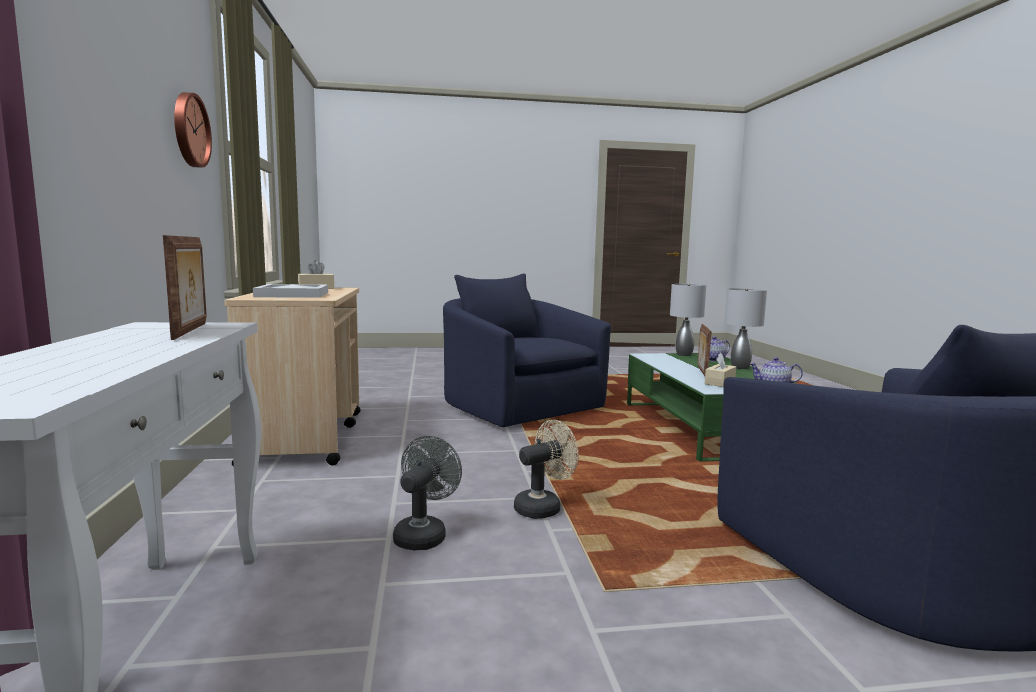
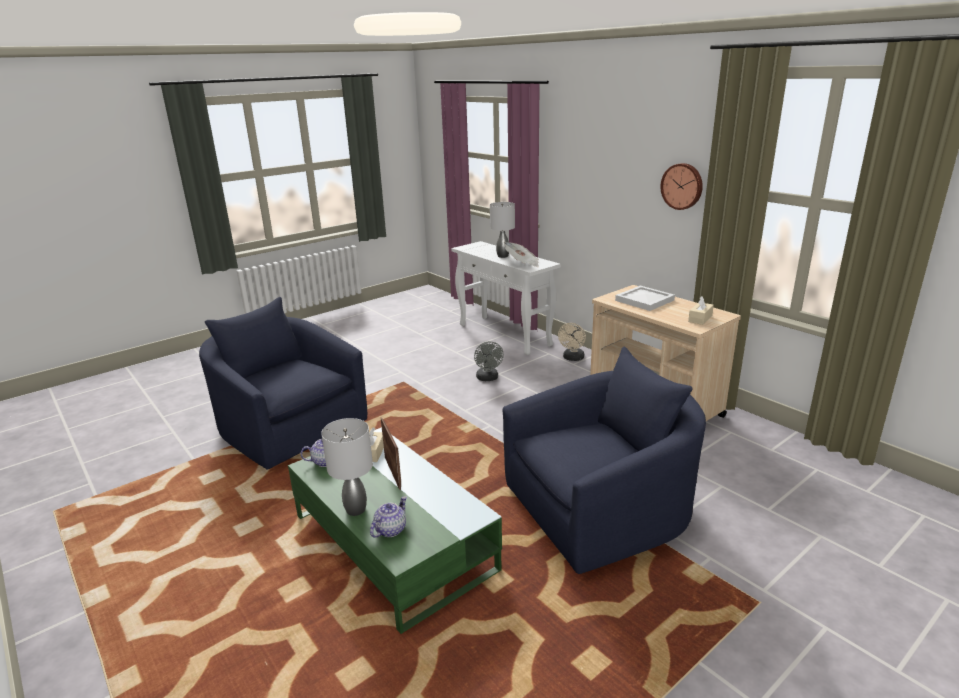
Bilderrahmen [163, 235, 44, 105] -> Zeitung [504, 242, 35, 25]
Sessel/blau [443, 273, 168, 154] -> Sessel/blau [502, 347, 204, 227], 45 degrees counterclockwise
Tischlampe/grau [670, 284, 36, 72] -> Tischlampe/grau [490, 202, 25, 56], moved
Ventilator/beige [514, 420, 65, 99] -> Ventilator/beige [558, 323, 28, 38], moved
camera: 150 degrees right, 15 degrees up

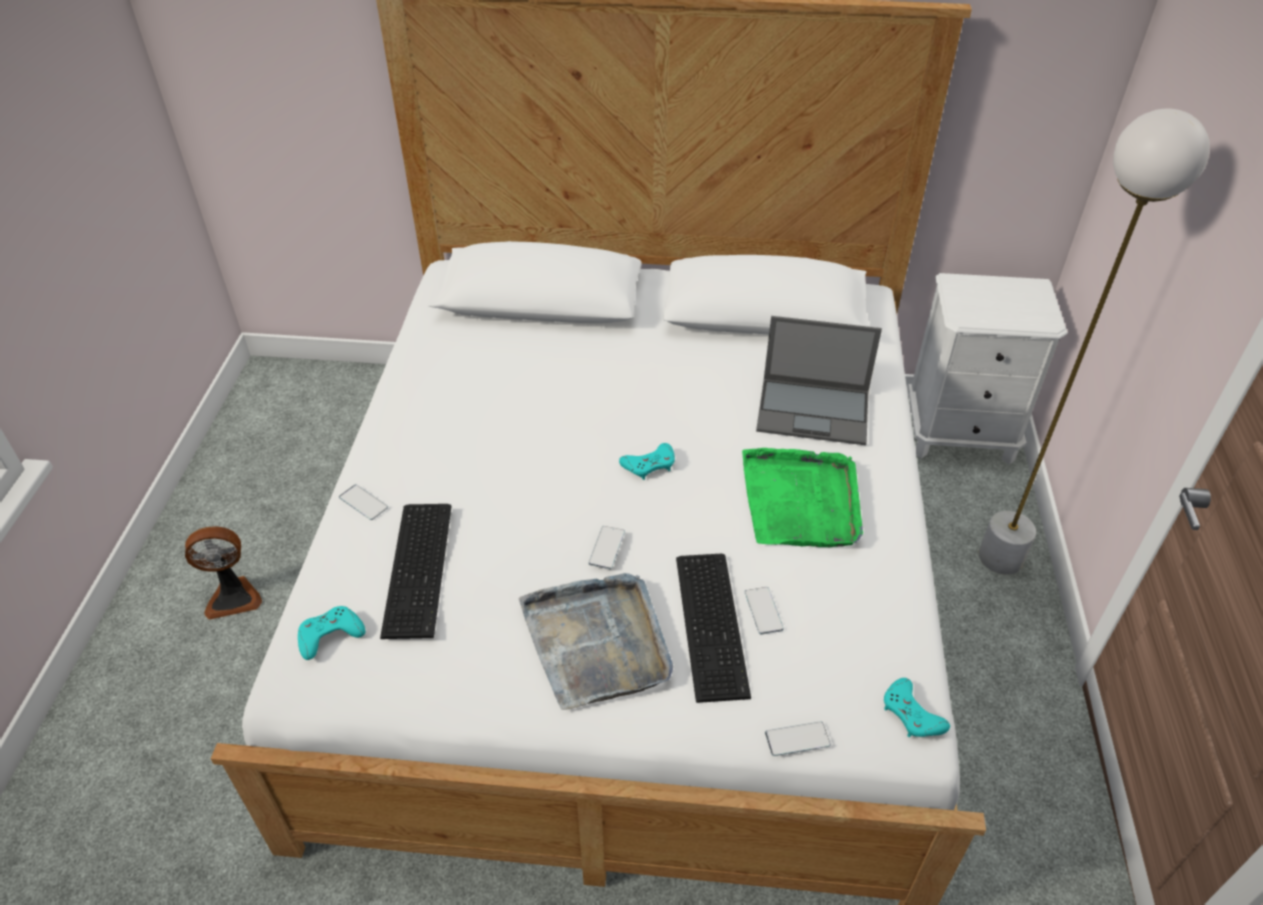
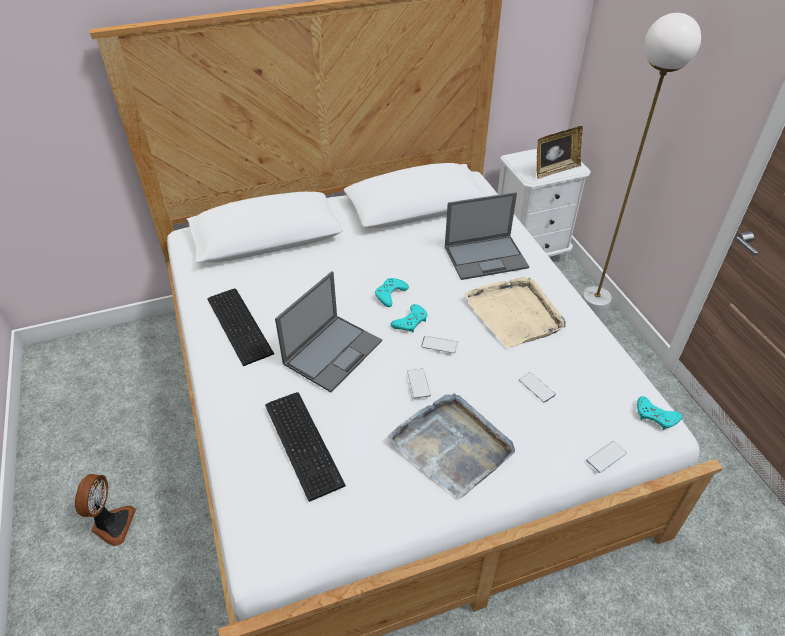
Tablett/grün [742, 448, 121, 99] -> Tablett/beige [464, 277, 102, 71]
Handy [339, 484, 49, 36] -> Handy [421, 336, 37, 17], moved
Ventilator [185, 526, 77, 94] -> Ventilator [75, 474, 61, 72], 45 degrees counterclockwise
Tastatur [676, 554, 75, 149] -> Tastatur [207, 289, 67, 77], moved
Gamepad/türkis [298, 606, 67, 54] -> Gamepad/türkis [375, 278, 34, 29], moved
none -> Bilderrahmen [537, 126, 46, 53]
none -> Laptop [275, 271, 107, 121]
camera: 25 degrees left, 0 degrees up

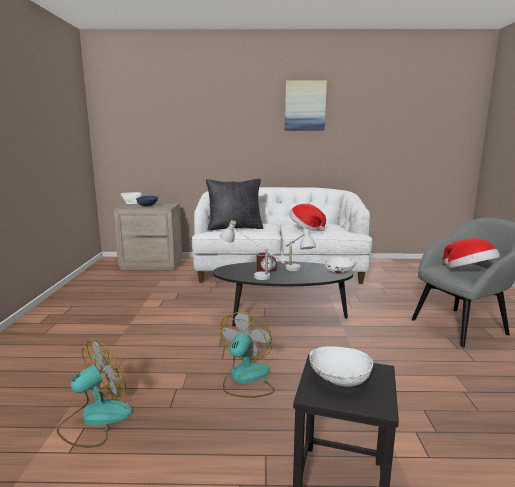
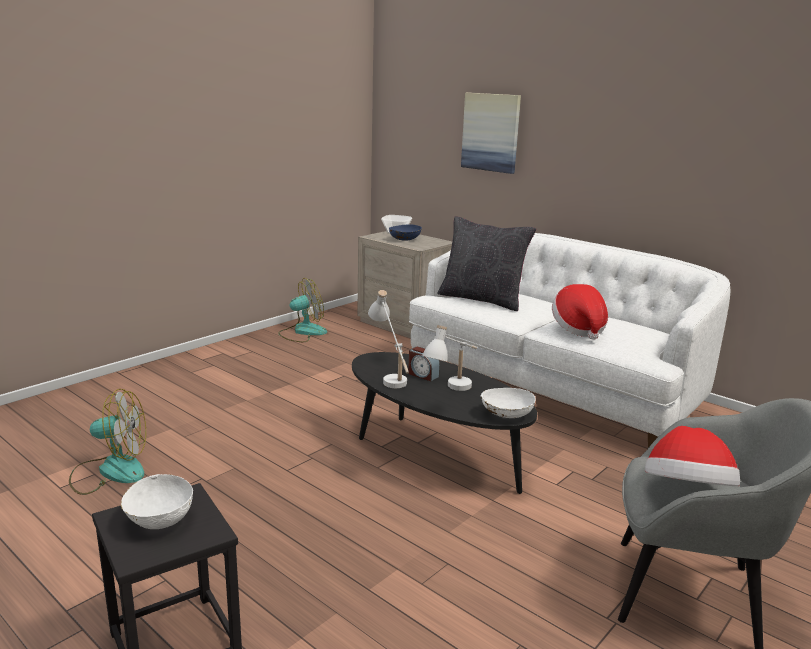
Bild [285, 81, 42, 50] -> Bild [461, 93, 60, 81], moved
Ventilator [220, 312, 55, 86] -> Ventilator [278, 278, 49, 64], moved
camera: 40 degrees right, 5 degrees up

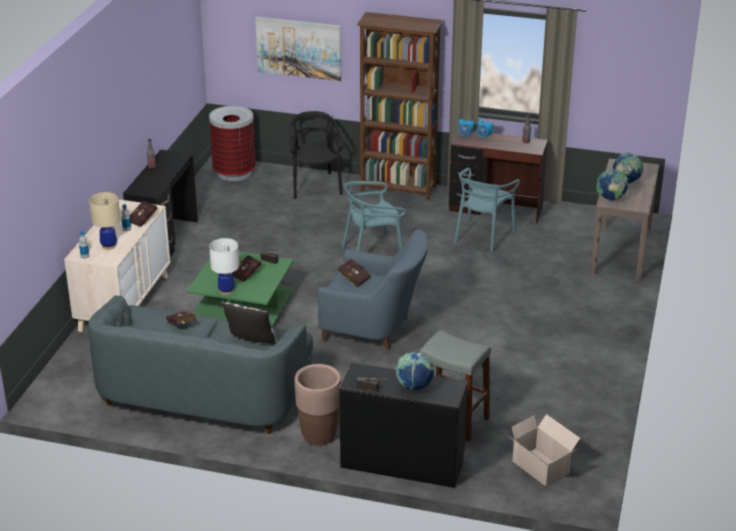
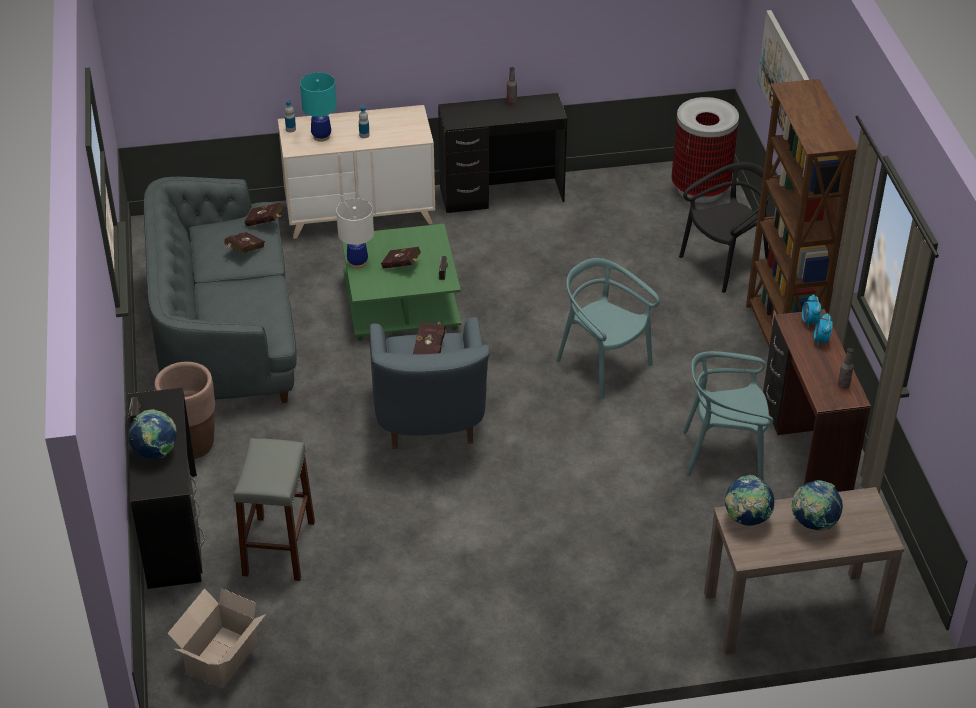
Tischlampe/beige [89, 192, 32, 58] -> Tischlampe/türkis [300, 73, 37, 69]
Buch/rot [130, 201, 28, 26] -> Buch/rot [244, 203, 39, 23], moved
Kissen [221, 302, 57, 42] -> none
camera: 65 degrees right, 10 degrees up

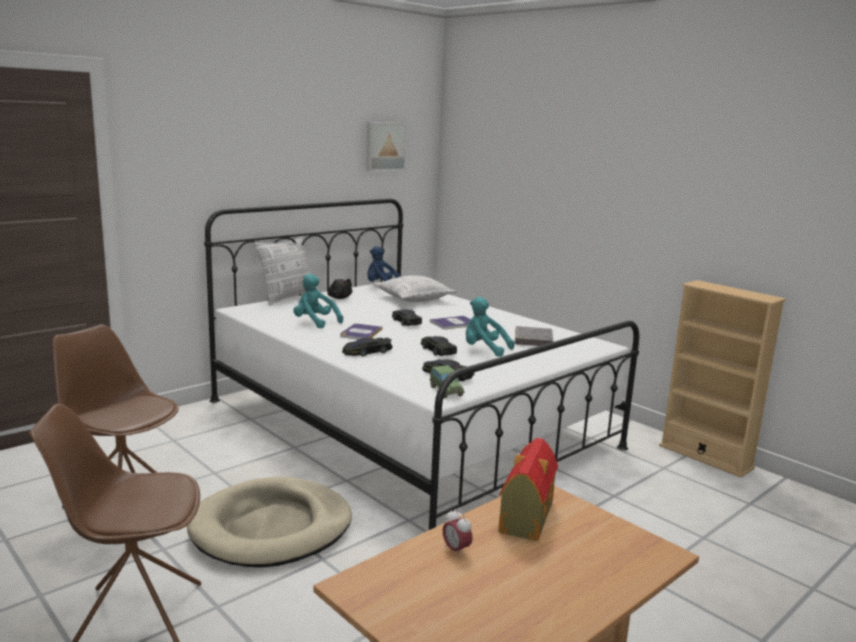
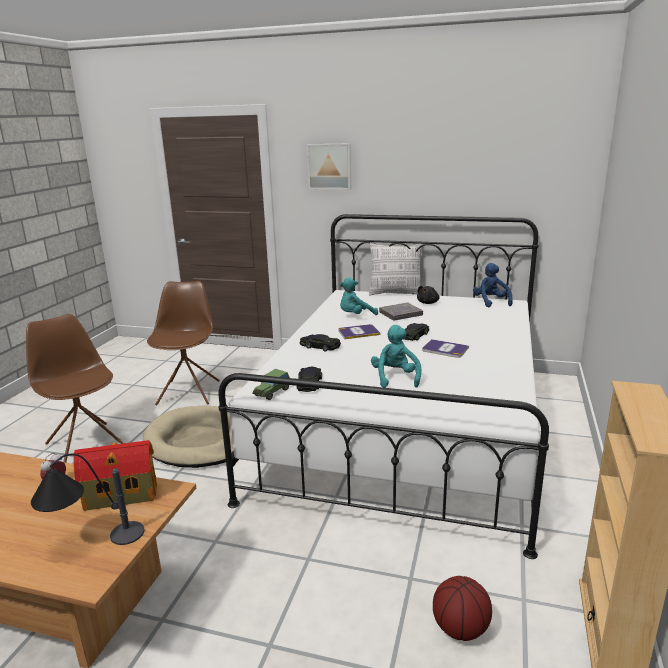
Bild [366, 122, 41, 50] -> Bild [307, 143, 44, 47], moved
Plüschtier/türkis [293, 274, 50, 55] -> Plüschtier/türkis [340, 277, 38, 38], 120 degrees counterclockwise
Kissen [373, 275, 83, 27] -> none
Buch/grau [515, 326, 38, 20] -> Buch/grau [379, 303, 44, 17], moved
Spielzeugauto/schwarz [421, 336, 36, 20] -> none
none -> Tischlampe [31, 454, 114, 91]
none -> Basketball [433, 576, 59, 65]
camera: 60 degrees right, 5 degrees up

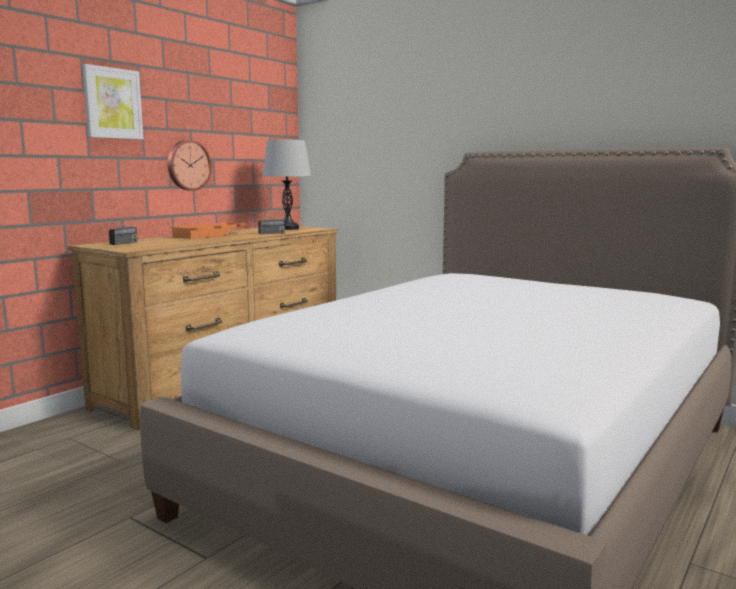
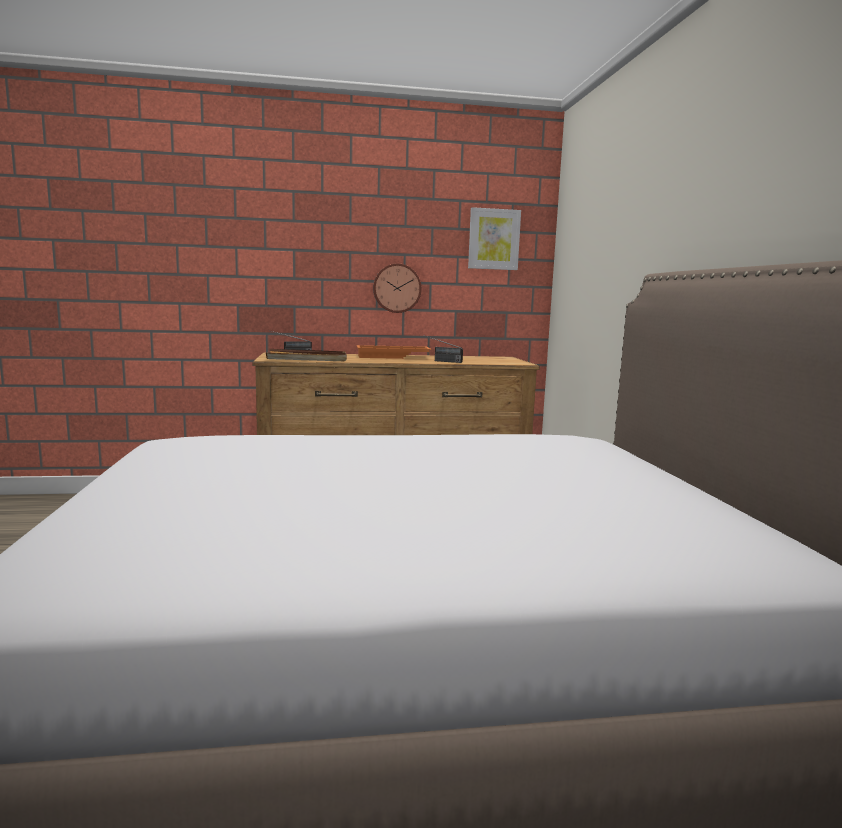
Bild [82, 64, 61, 76] -> Bild [468, 207, 53, 63], moved
Tischlampe/grau [263, 140, 48, 90] -> none
none -> Tablett/braun [266, 349, 81, 12]
camera: 45 degrees right, 0 degrees up

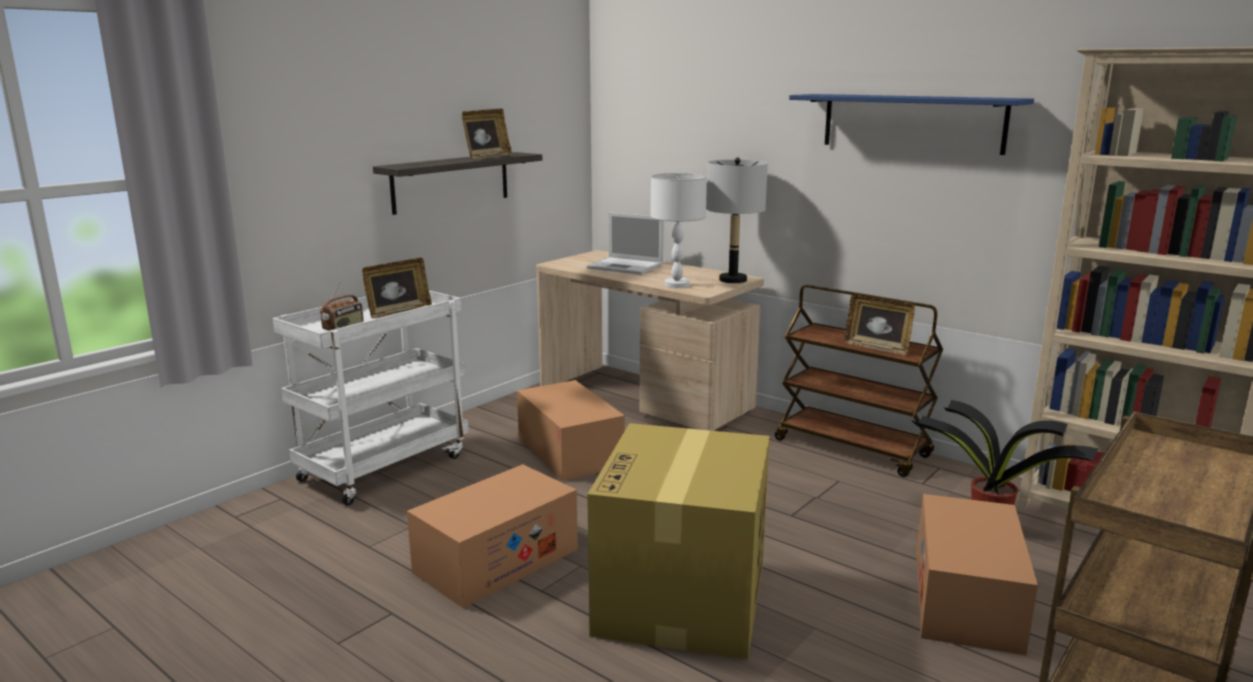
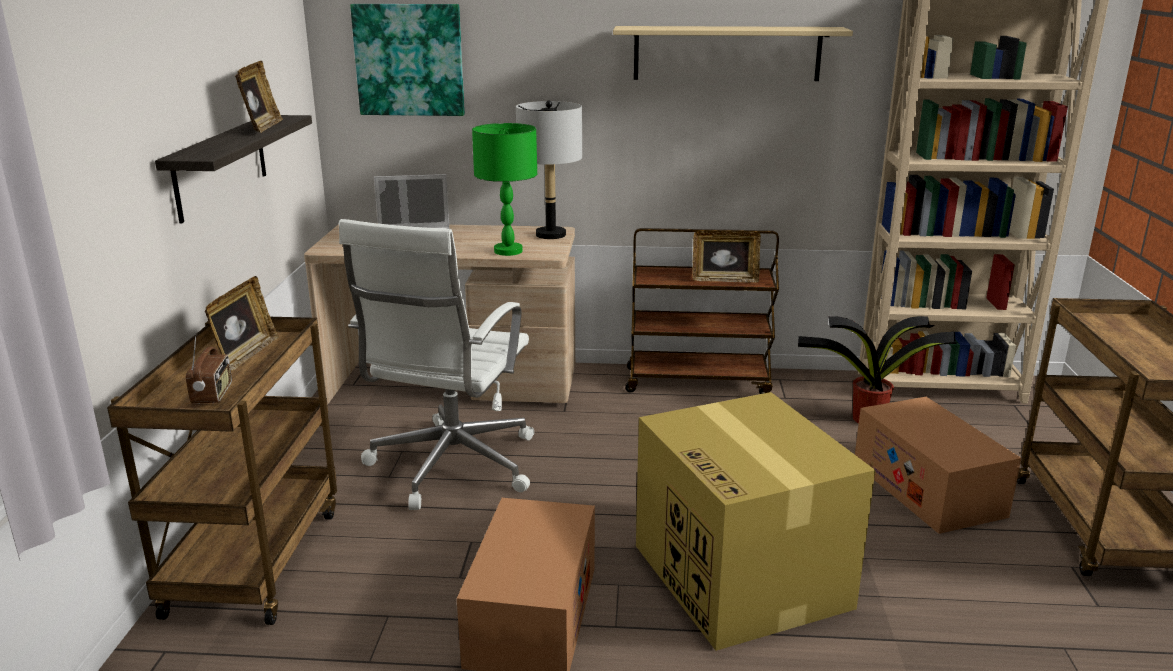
Wandregal/blau [789, 94, 245, 61] -> Wandregal/beige [613, 26, 240, 55]
Tischlampe/weiß [651, 173, 56, 115] -> Tischlampe/grün [472, 123, 65, 133]
Rollwagen/weiß [272, 290, 197, 216] -> Rollwagen/braun [107, 317, 230, 308]
Karton [517, 380, 108, 101] -> Bürostuhl/weiß [339, 219, 195, 291]
none -> Bild [350, 4, 115, 112]
camera: 35 degrees left, 5 degrees up

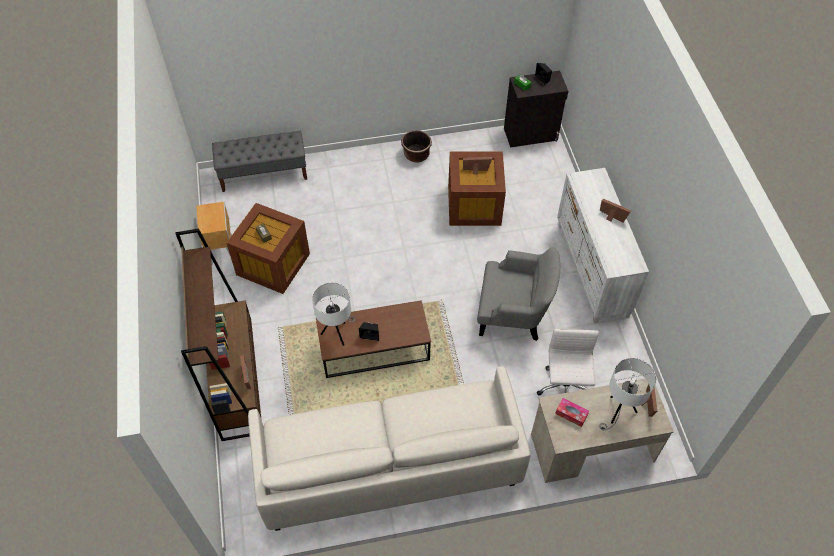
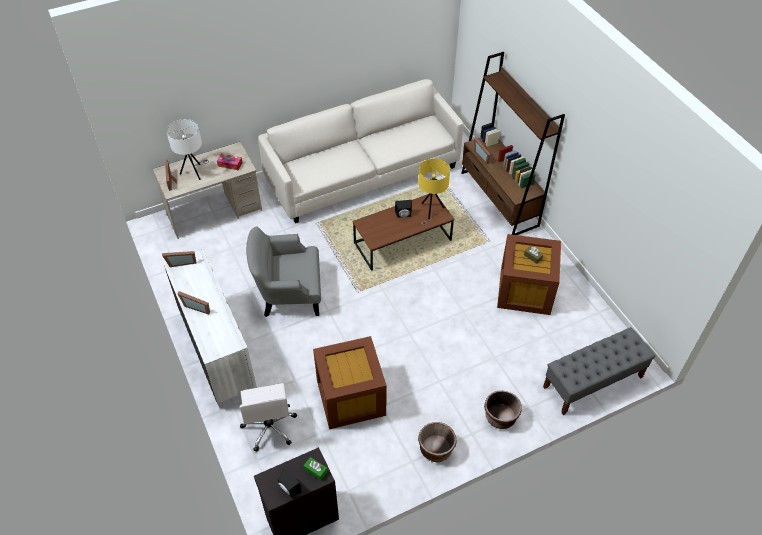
Bilderrahmen [463, 157, 29, 18] -> Bilderrahmen [162, 251, 35, 16], moved
Nachttisch/braun [196, 202, 36, 63] -> none
Tischlampe/weiß [312, 282, 43, 64] -> Tischlampe/gelb [418, 158, 32, 67]
Bürostuhl/weiß [537, 329, 62, 67] -> Bürostuhl/weiß [240, 383, 57, 69], moved
none -> Pflanzkübel/braun [484, 391, 38, 38]
camera: 165 degrees right, 5 degrees down

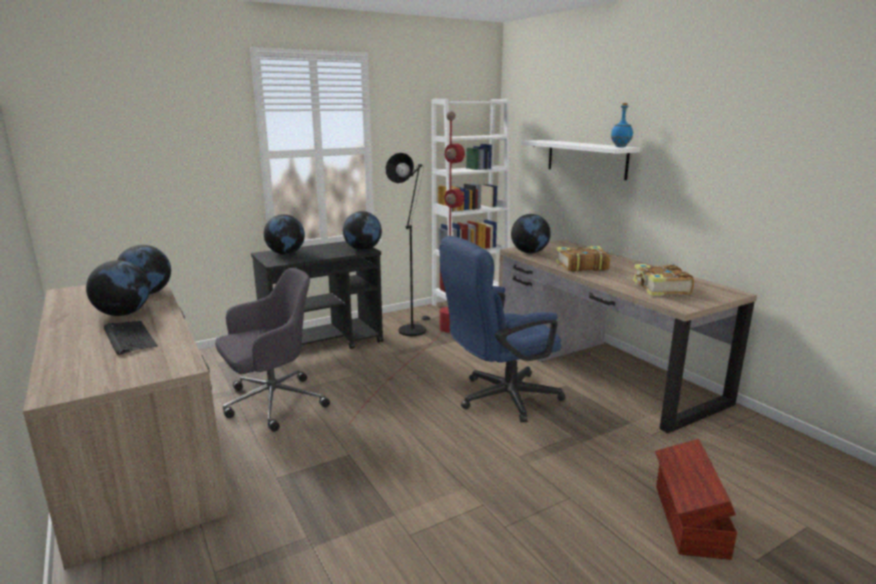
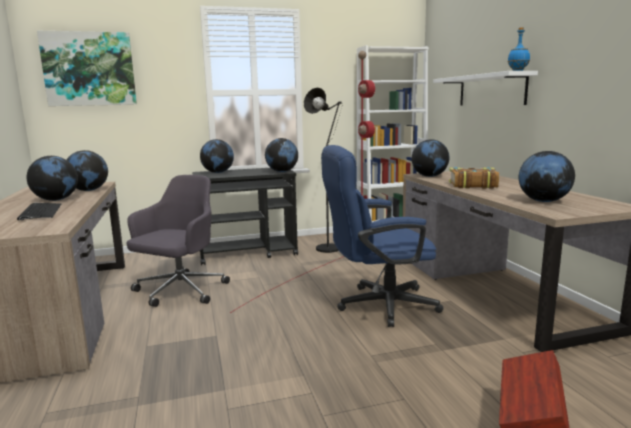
Buch [633, 264, 61, 32] -> Globus [519, 151, 56, 51]
Bürostuhl/grau [215, 268, 115, 164] -> Bürostuhl/grau [127, 175, 103, 132], 45 degrees counterclockwise
none -> Bild [37, 31, 100, 75]
camera: 15 degrees right, 5 degrees down

